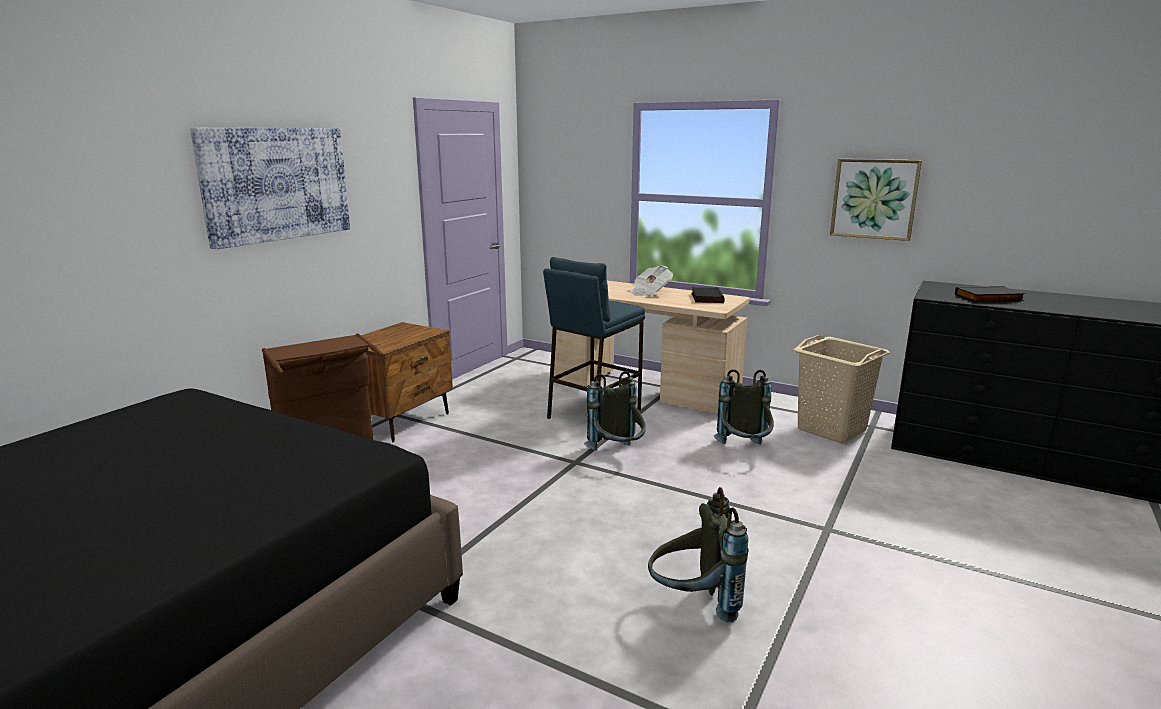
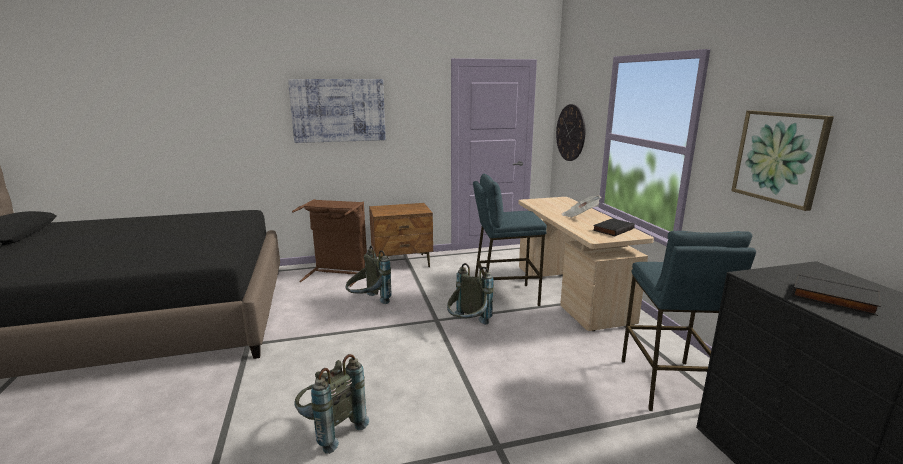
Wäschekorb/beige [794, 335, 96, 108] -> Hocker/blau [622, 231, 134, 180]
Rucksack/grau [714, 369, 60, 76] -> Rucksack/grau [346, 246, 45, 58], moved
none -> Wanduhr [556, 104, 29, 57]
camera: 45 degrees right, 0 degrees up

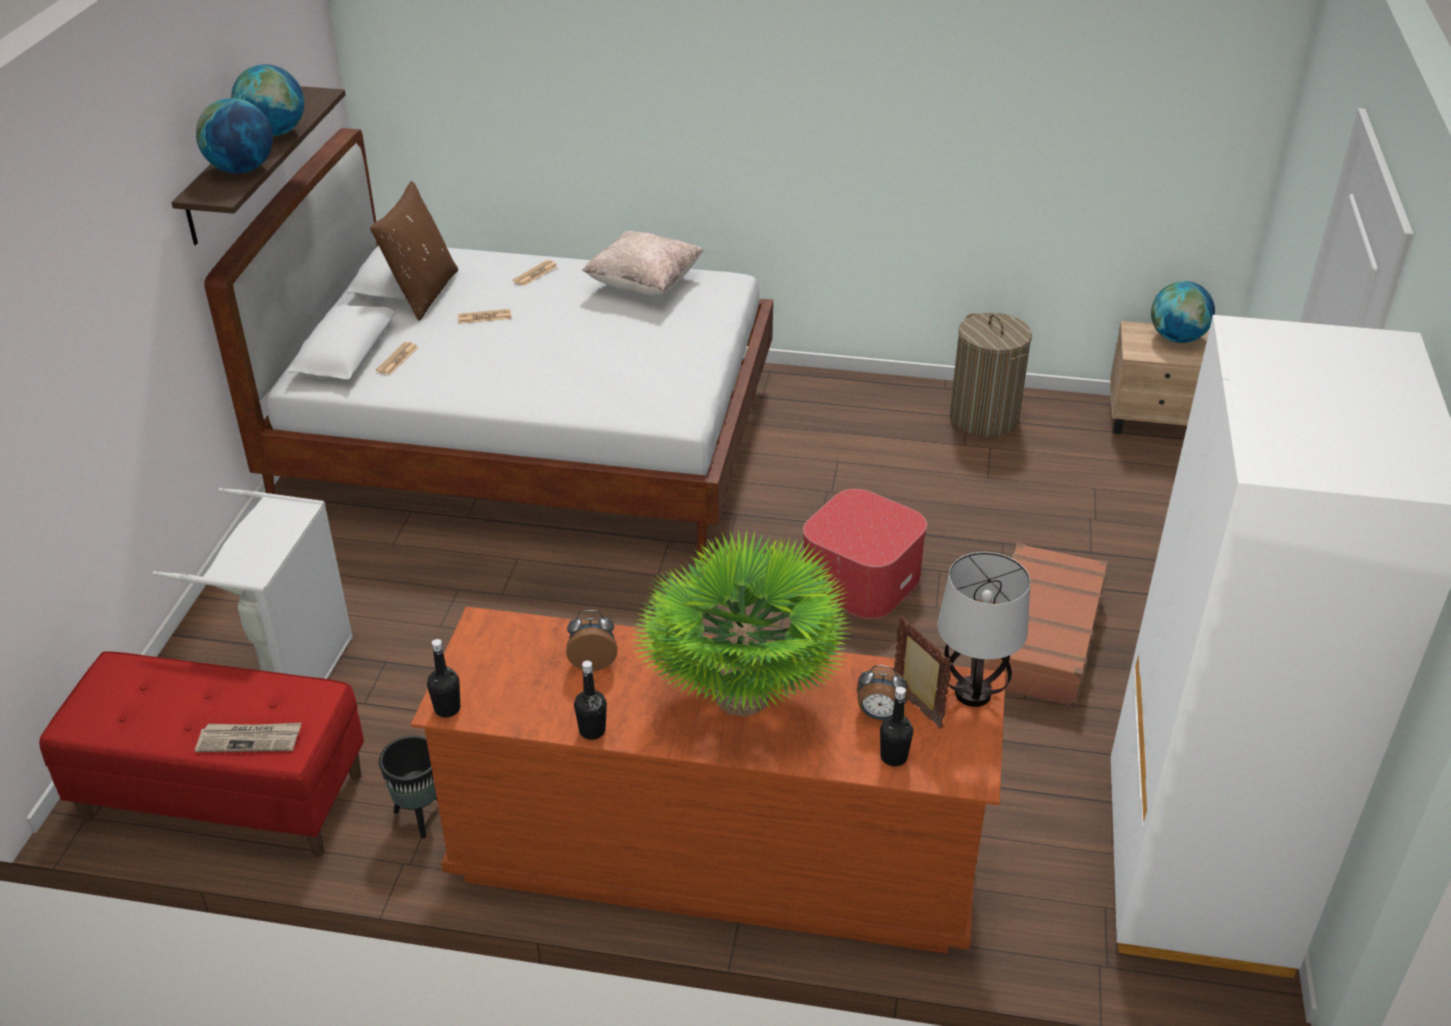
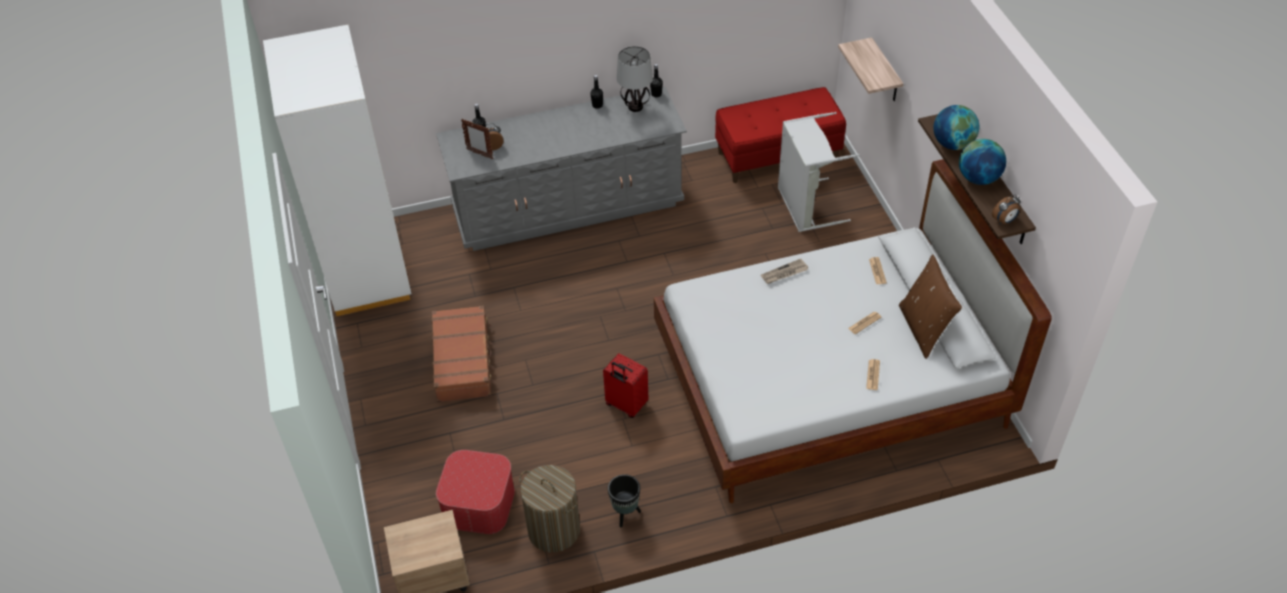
Kissen/beige [582, 231, 122, 65] -> none
Globus [1151, 281, 64, 62] -> none
Polsterhocker [803, 489, 124, 130] -> Polsterhocker [436, 450, 79, 84], moved
Topfpflanze [632, 530, 220, 187] -> none
Tischlampe [937, 552, 93, 155] -> Tischlampe [617, 46, 36, 66], moved
Kommode/braun [411, 607, 594, 347] -> Kommode/grau [436, 86, 251, 165]
Wecker [566, 610, 51, 61] -> Wecker [992, 195, 29, 29], moved
Zeitung [195, 723, 106, 29] -> Zeitung [761, 259, 47, 25], moved
Pflanzkübel/schwarz [379, 736, 58, 103] -> Pflanzkübel/schwarz [608, 474, 33, 54], moved
none -> Wandregal [838, 37, 65, 64]
none -> Koffer/rot [603, 353, 46, 65]
camera: 155 degrees right, 10 degrees up

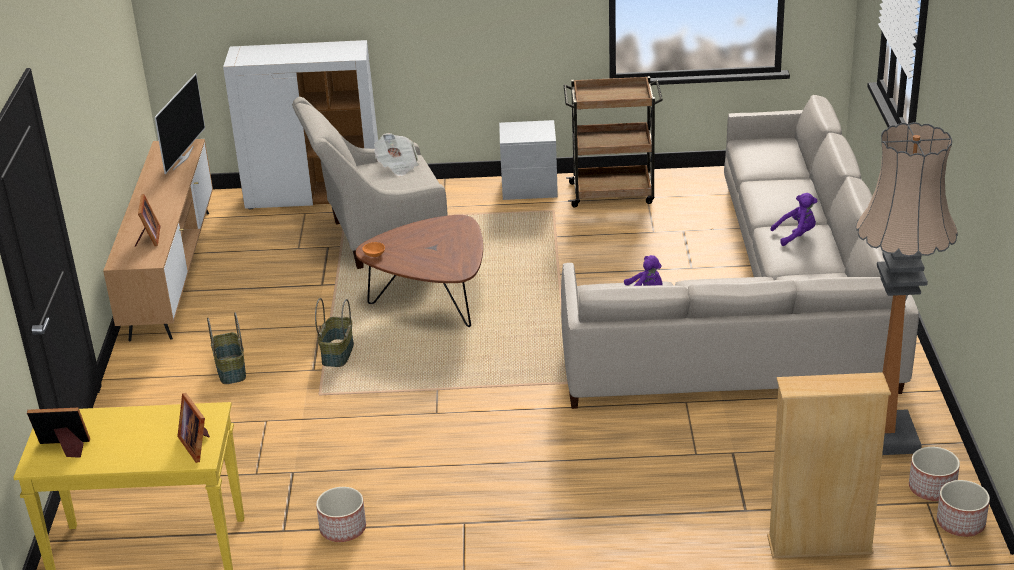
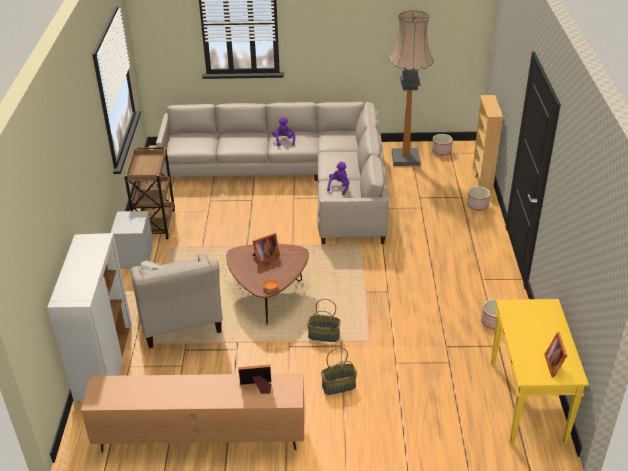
Fernseher [154, 73, 51, 101] -> none
Bilderrahmen [177, 393, 33, 70] -> Bilderrahmen [253, 233, 27, 31], moved
Pflanzkübel [937, 480, 53, 57] -> Pflanzkübel [467, 186, 23, 25], moved
camera: 90 degrees left, 5 degrees up

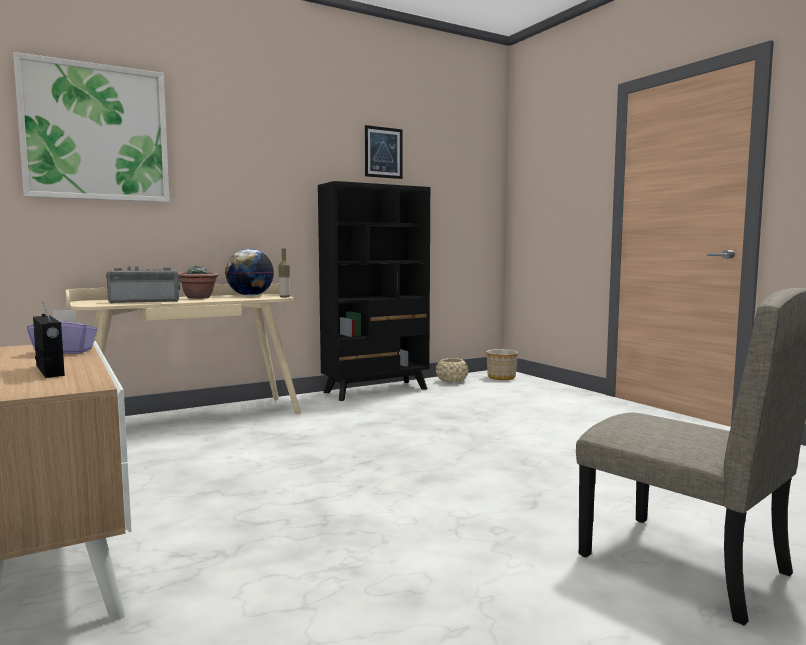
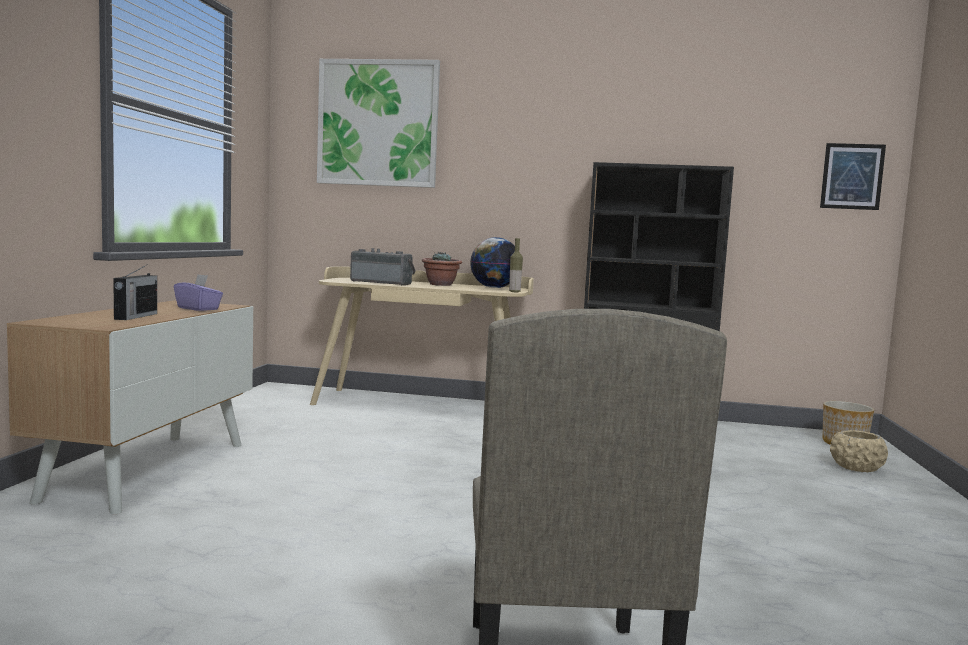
Bild [365, 125, 37, 54] -> Bild [820, 143, 66, 67], moved
Pflanzkübel/beige [436, 358, 32, 25] -> Pflanzkübel/beige [830, 430, 58, 42], moved
camera: 40 degrees right, 0 degrees up

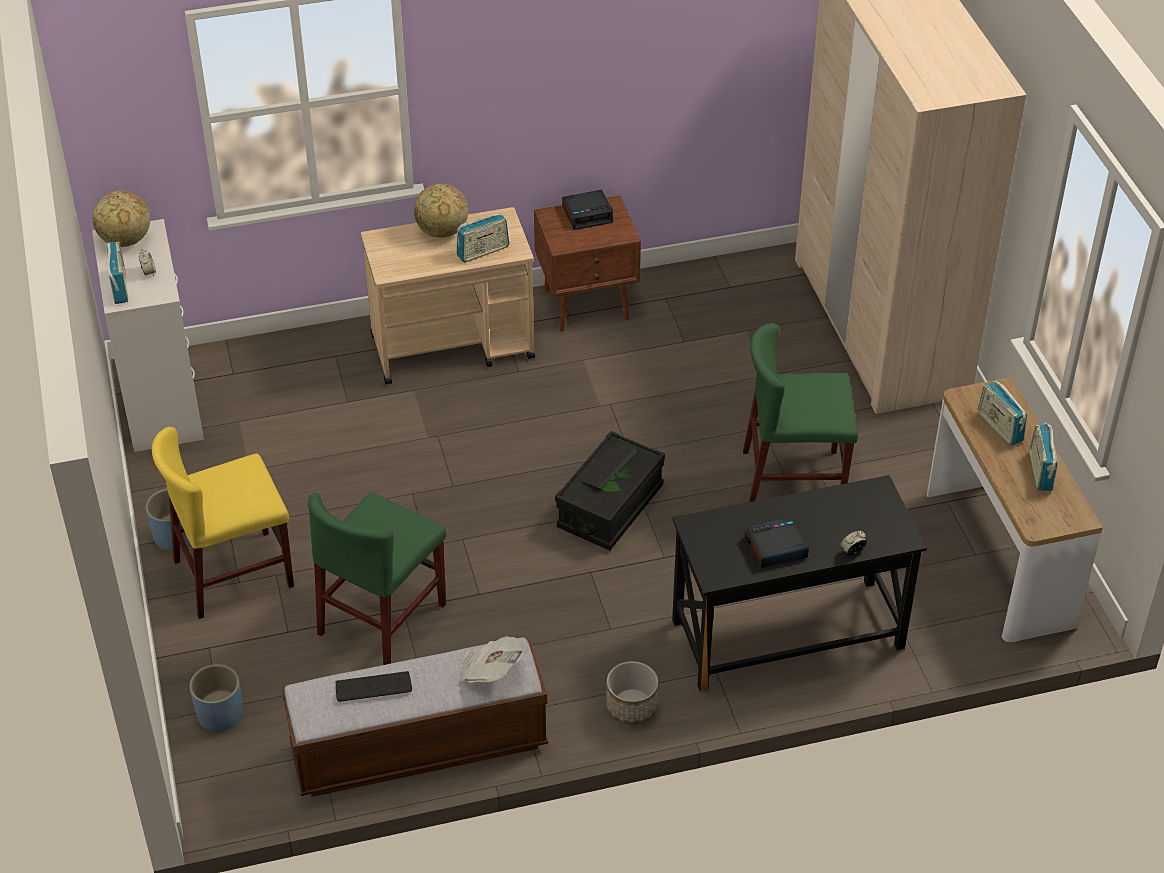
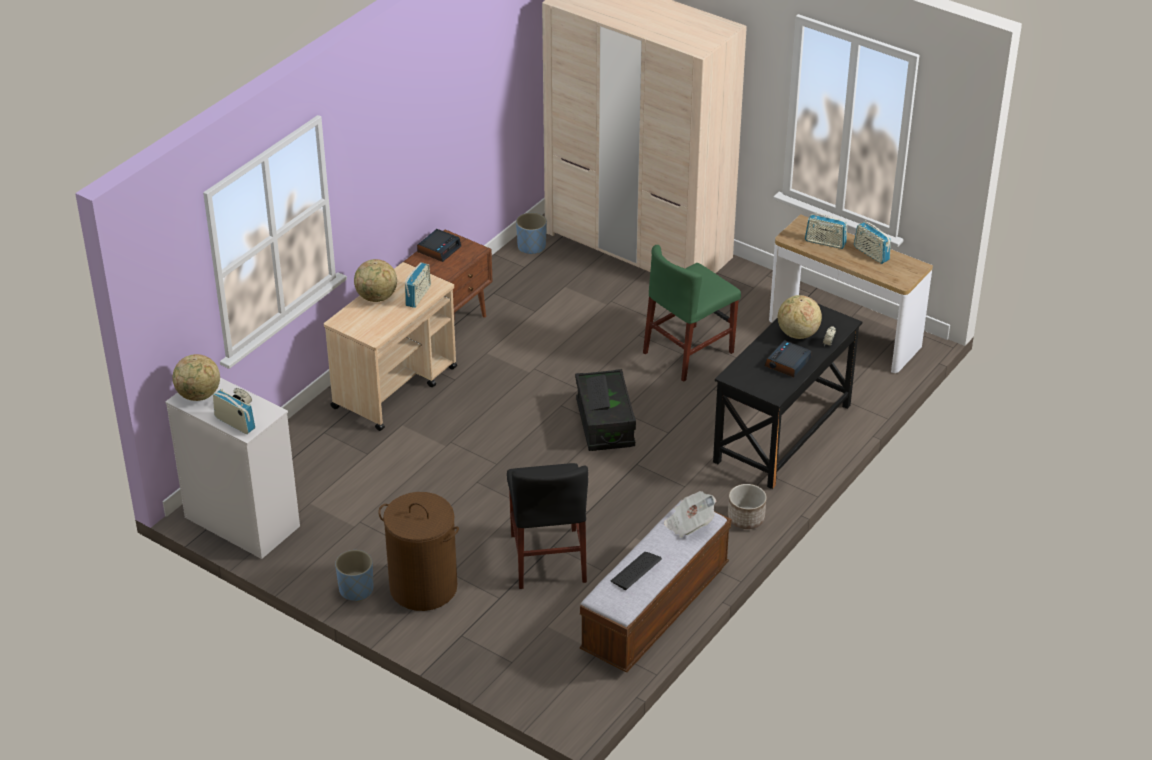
Stuhl/gelb [152, 427, 142, 192] -> Wäschekorb/braun [379, 492, 80, 119]
Stuhl/grün [308, 493, 138, 172] -> Stuhl/schwarz [507, 463, 81, 126]
Pflanzkübel/blau [189, 664, 54, 69] -> Pflanzkübel/blau [516, 213, 31, 41], moved
none -> Globus [778, 295, 44, 44]
camera: 40 degrees left, 5 degrees down

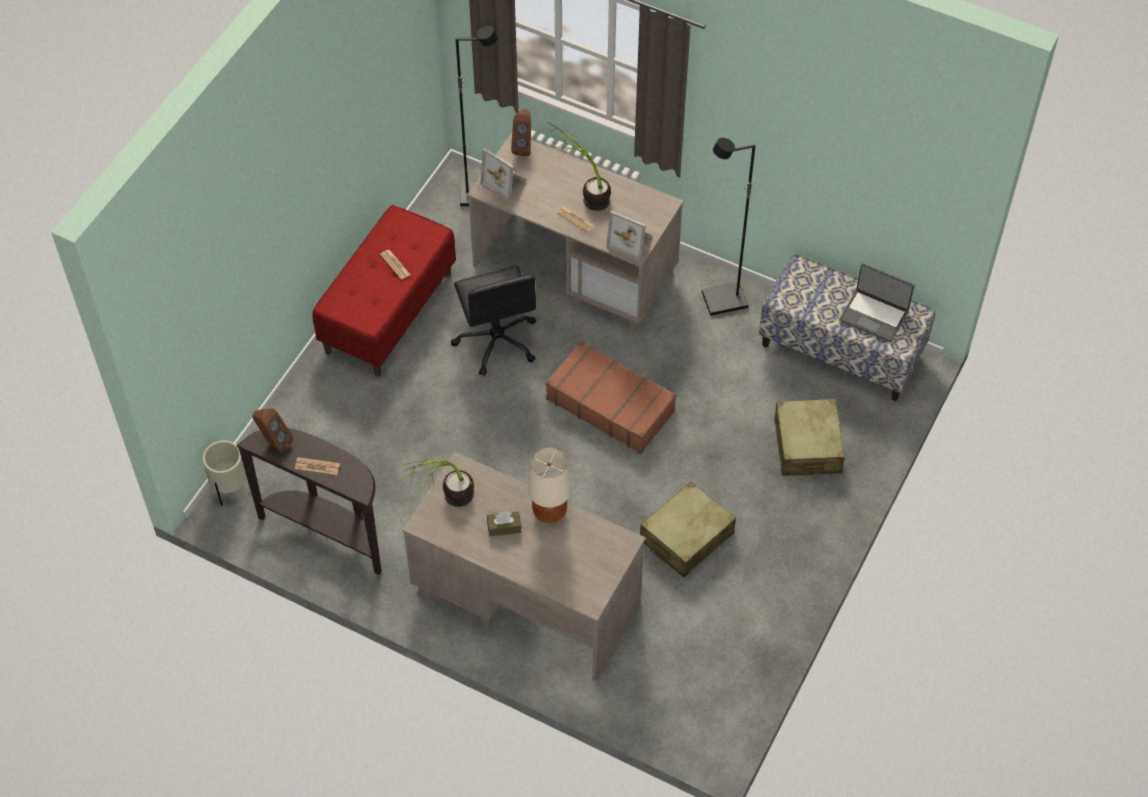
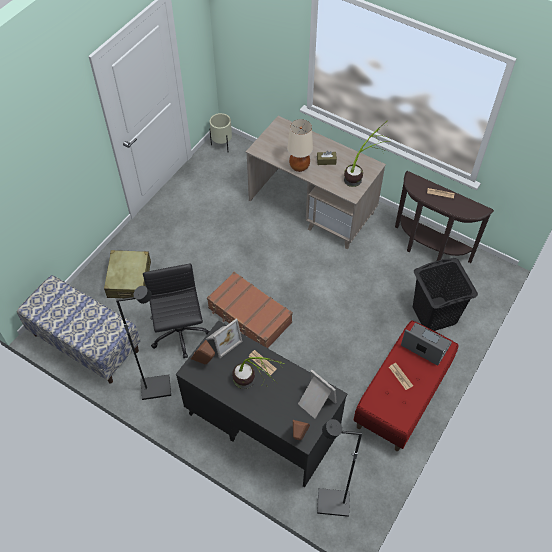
Schreibtisch/beige [467, 133, 217, 201] -> Schreibtisch/schwarz [176, 320, 171, 167]
Bilderrahmen [606, 210, 46, 51] -> Bilderrahmen [206, 319, 36, 39], 105 degrees clockwise
Laptop [839, 263, 76, 79] -> Laptop [401, 323, 51, 42], moved
Bürostuhl/schwarz [451, 266, 85, 110] -> Bürostuhl/schwarz [143, 264, 67, 94], moved
Lautsprecher/braun [252, 408, 41, 45] -> Lautsprecher/braun [191, 340, 24, 24], moved
Pflanzkübel/beige [203, 440, 44, 66] -> Pflanzkübel/beige [209, 113, 23, 38], moved
Koffer/beige [640, 482, 96, 95] -> none
none -> Wäschekorb/schwarz [413, 258, 65, 73]
camera: 175 degrees left, 0 degrees up

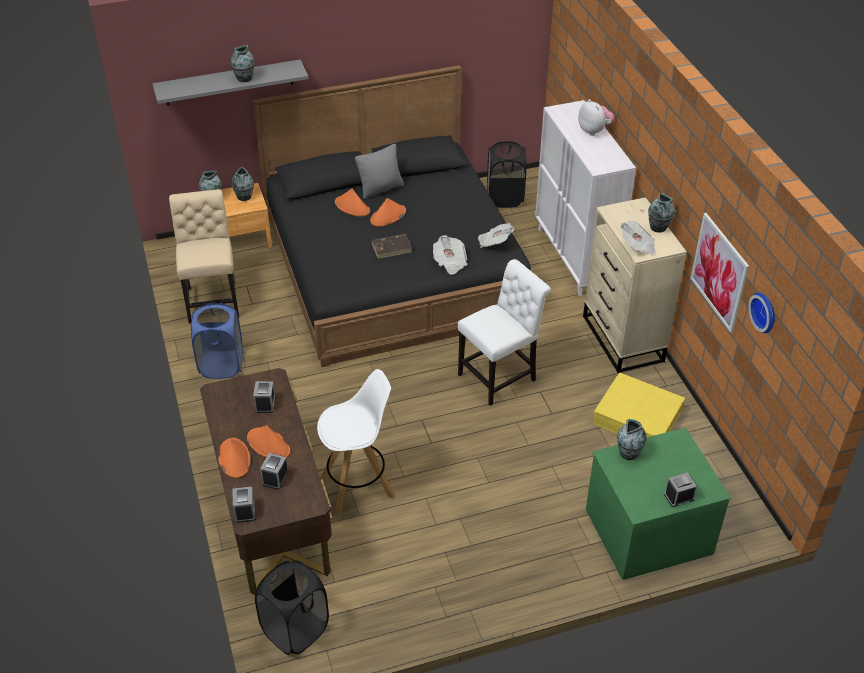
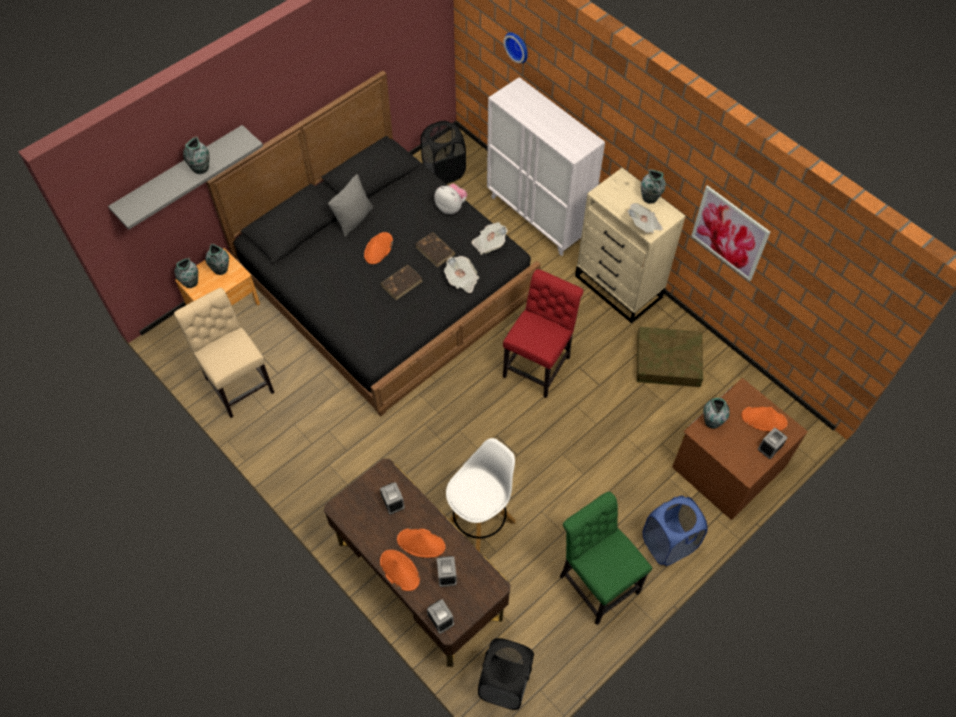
Plüschtier [578, 99, 36, 37] -> Plüschtier [434, 184, 33, 30], moved
Hut/orange [335, 189, 35, 28] -> Hut/orange [741, 407, 47, 25], moved
Stuhl/weiß [458, 259, 93, 147] -> Stuhl/rot [503, 269, 80, 129]
Wanduhr [748, 292, 27, 41] -> Wanduhr [504, 32, 24, 31], moved
Wäschekorb/blau [191, 303, 52, 76] -> Wäschekorb/blau [643, 496, 65, 70], moved
Aufbewahrungsbox/gelb [593, 373, 92, 64] -> Aufbewahrungsbox/braun [637, 327, 67, 60]
Kommode/grün [586, 428, 145, 152] -> Kommode/braun [672, 378, 136, 142]
none -> Buch/braun [416, 232, 39, 35]
none -> Stuhl/grün [560, 492, 92, 133]
camera: 25 degrees left, 15 degrees up

